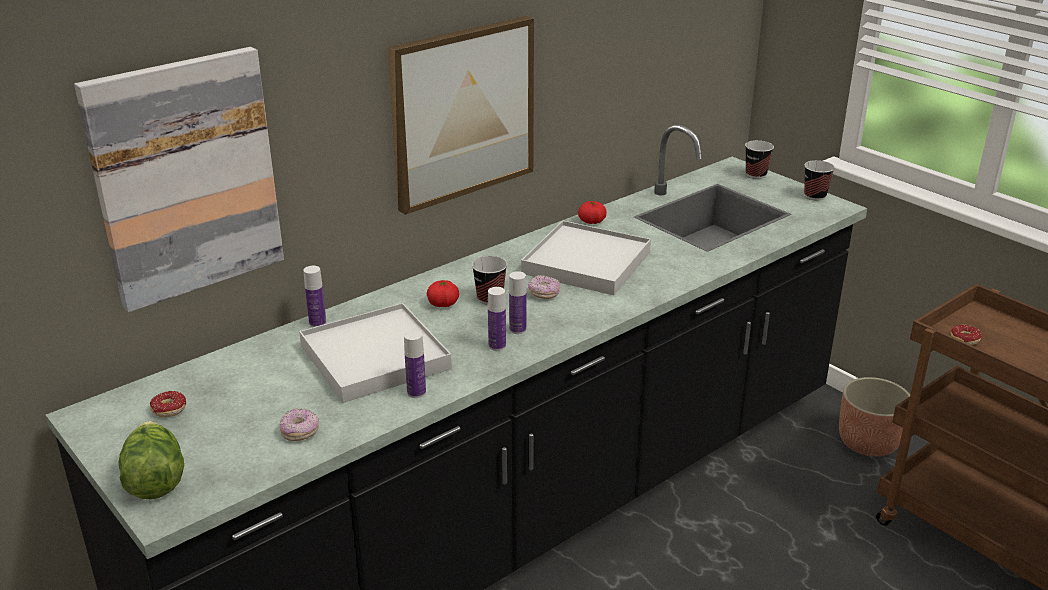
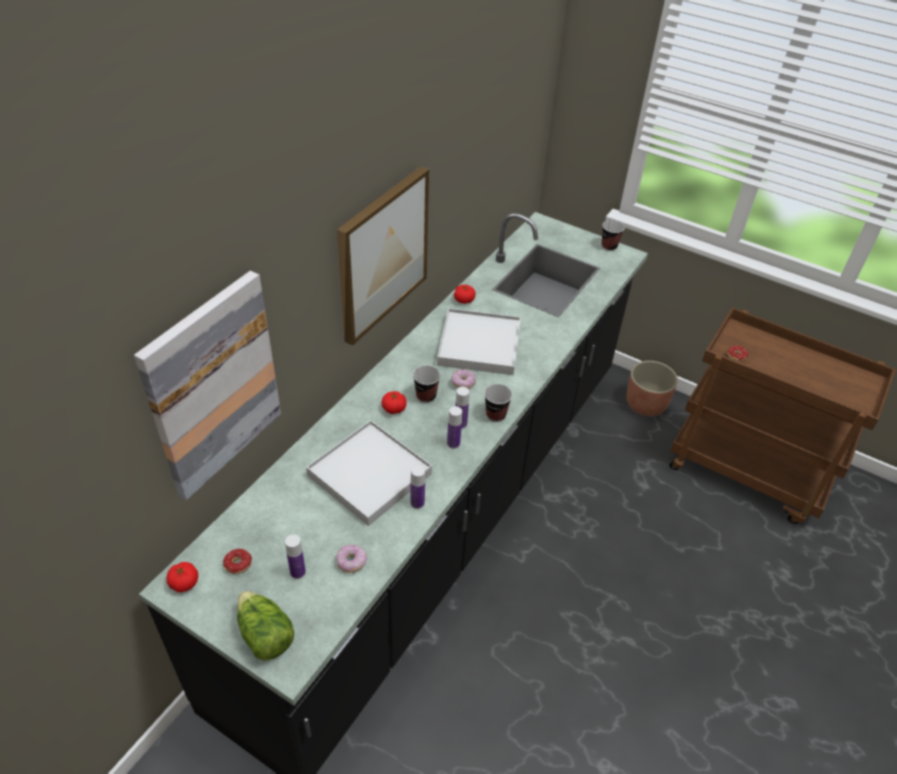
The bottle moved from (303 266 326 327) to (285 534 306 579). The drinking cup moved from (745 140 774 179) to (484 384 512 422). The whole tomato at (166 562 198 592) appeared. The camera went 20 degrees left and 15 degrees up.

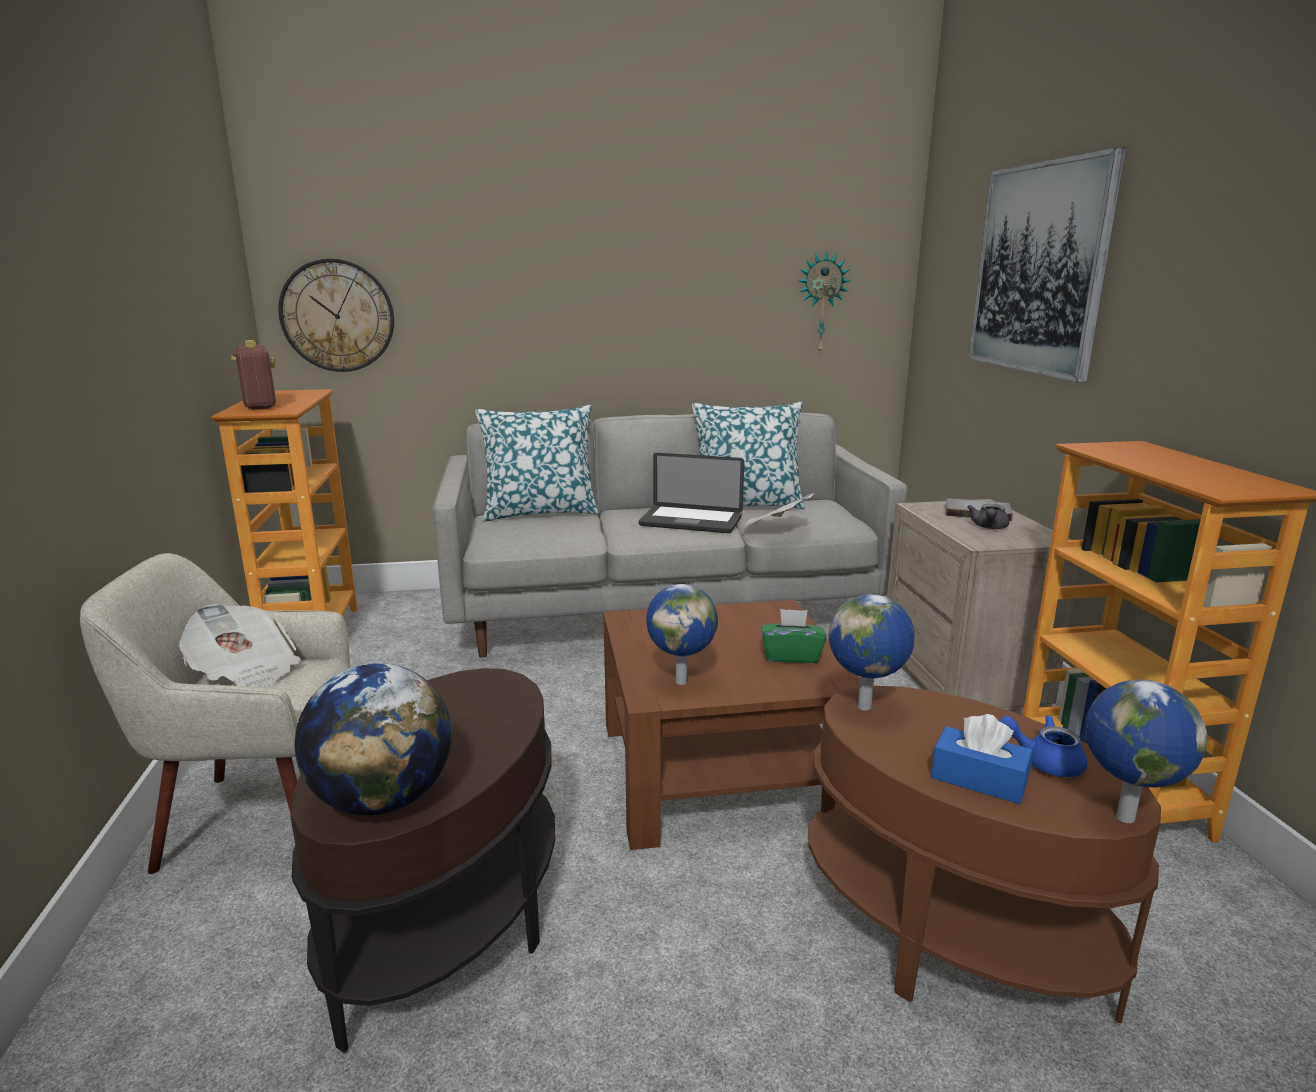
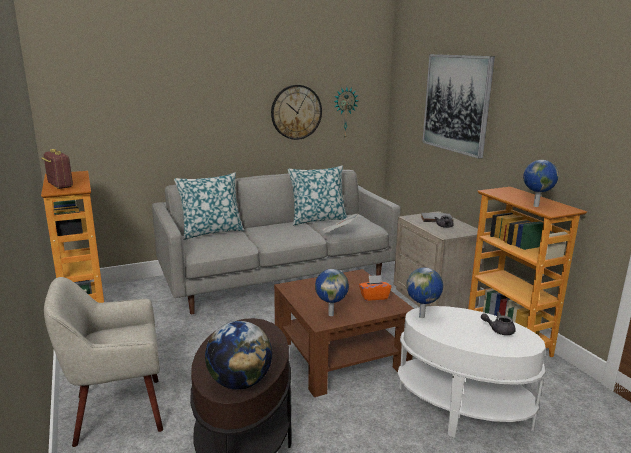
The printed paper at (179 604 301 688) disappeared. The hanging clock moved from (279 259 394 372) to (271 85 322 140). The notebook computer at (639 453 744 533) disappeared. The tissue box (greenish) at (761 609 827 663) became the tissue box (orange) at (359 275 391 301). The side table (brown-coloured) at (808 686 1161 1023) became the side table (white-coloured) at (397 306 546 438). The tissue box (blue) at (931 714 1033 804) disappeared. The pot for tea (blue) at (999 715 1087 777) became the pot for tea (greyish) at (481 311 516 335). The world globe moved from (1085 679 1207 823) to (523 160 559 207). The camera went 15 degrees left and 0 degrees up.

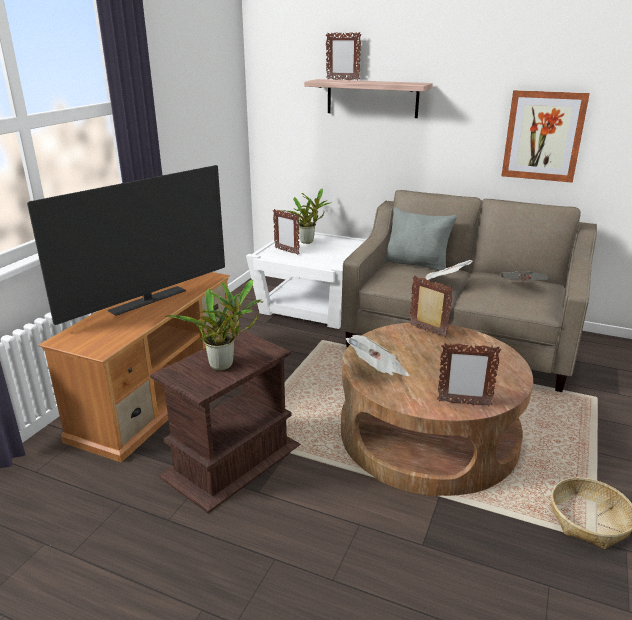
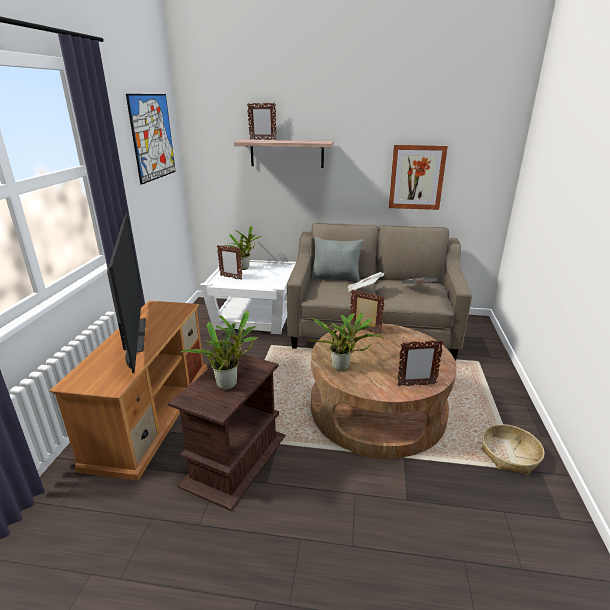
The TV at (27 165 225 325) turned 45 degrees counterclockwise. The printed paper at (346 335 409 376) was replaced by the plant in a pot at (308 312 383 371). The wall picture at (126 94 176 185) appeared. The camera went 15 degrees left and 0 degrees up.

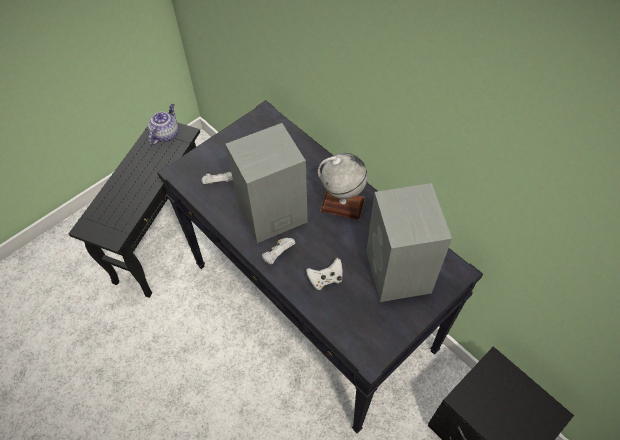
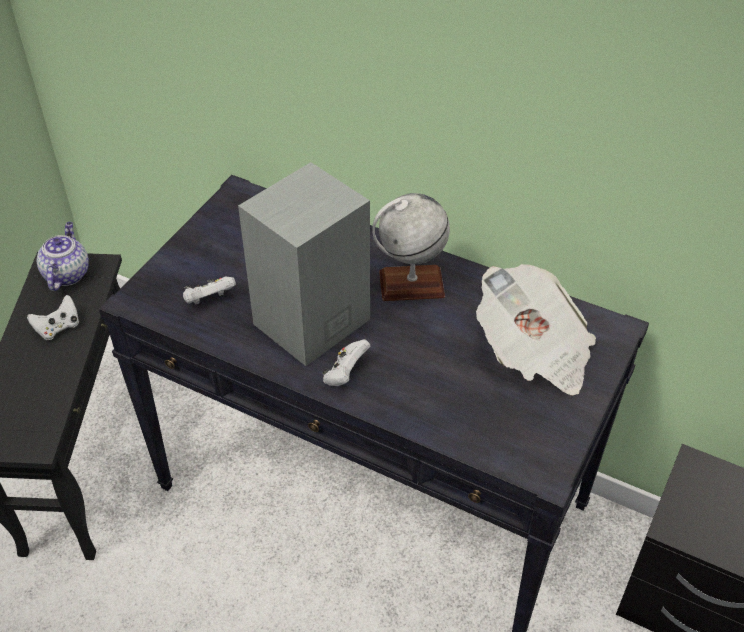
The joypad (white-coloured) moved from (306 258 343 290) to (27 295 79 340). The loudspeaker (greyish) at (367 183 452 302) was replaced by the printed paper at (476 264 596 396). The camera went 20 degrees left and 10 degrees down.

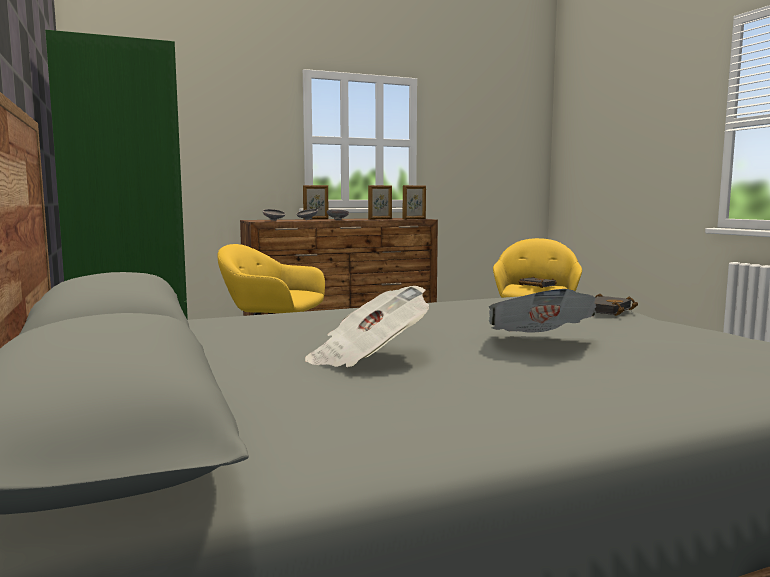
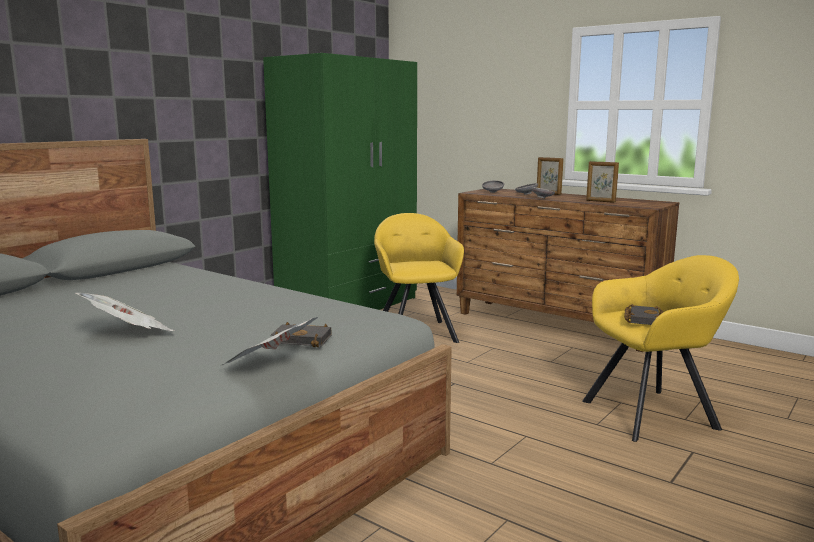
The printed paper moved from (305 286 429 367) to (222 317 318 365). The picture frame at (402 185 426 219) disappeared. The camera went 60 degrees right and 5 degrees up.

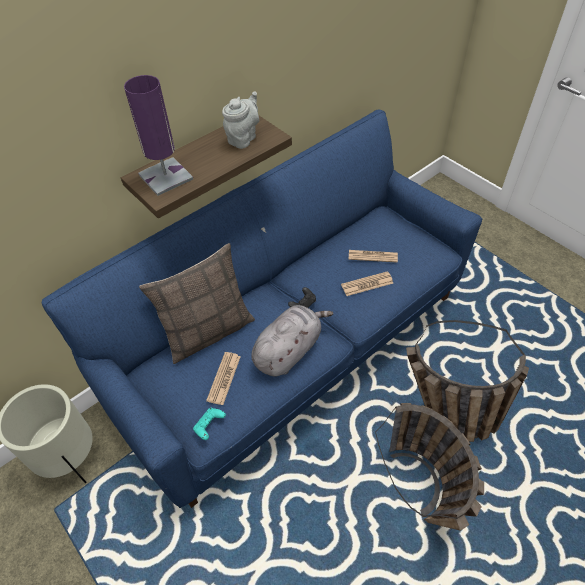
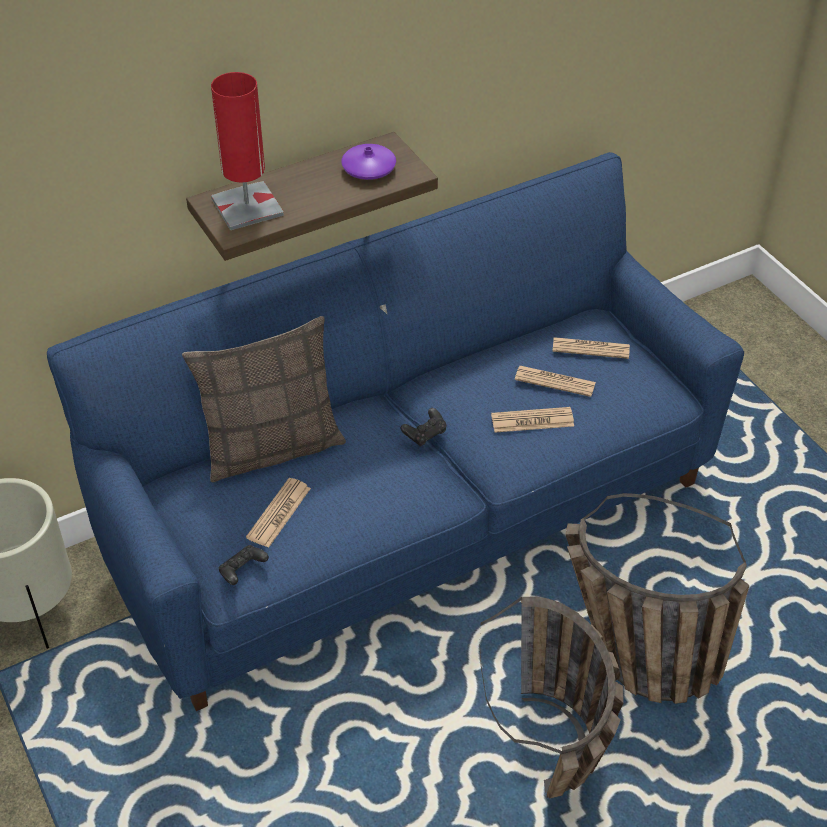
The tabletop lamp (purple-coloured) at (124 75 193 196) became the tabletop lamp (red) at (211 72 284 230). The joypad (turquoise) at (193 408 226 440) became the joypad (blackish) at (219 545 269 585). The pot for tea (greyish) at (222 91 259 149) was replaced by the flower vase (purple-coloured) at (341 144 396 180). The plush toy (greyish) at (251 305 334 377) disappeared. The printed paper at (552 337 630 359) appeared. The camera went 10 degrees right and 5 degrees down.

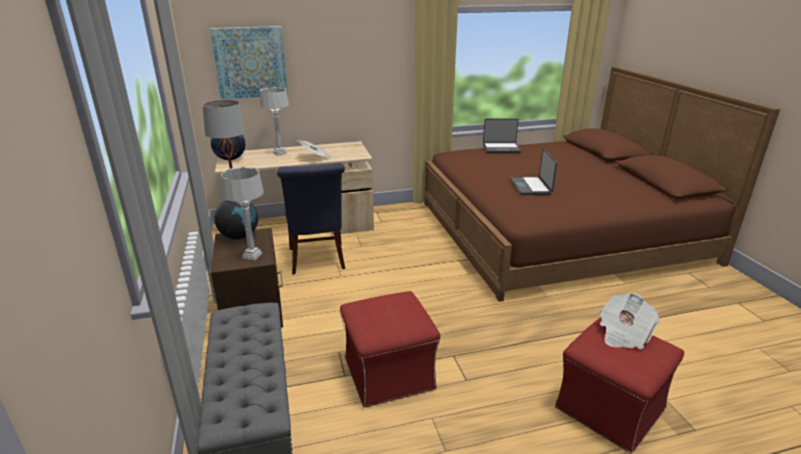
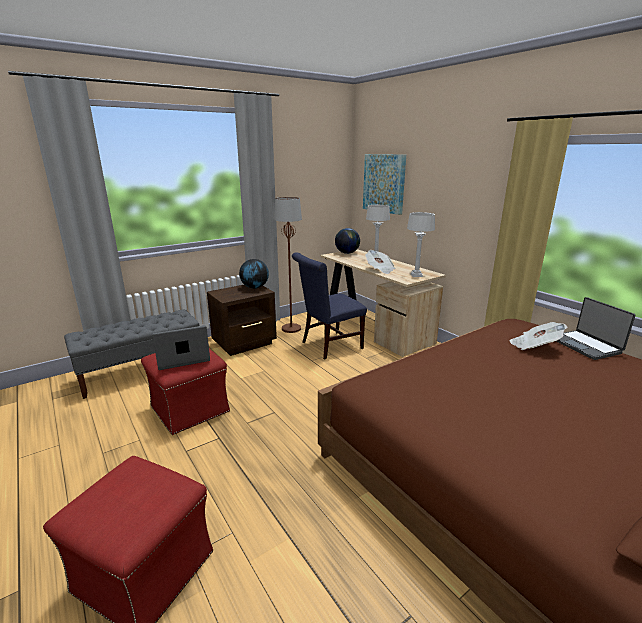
The tabletop lamp (greyish) moved from (221 167 264 260) to (407 212 435 277). The notebook computer moved from (510 149 557 195) to (152 325 210 370). The printed paper moved from (600 293 660 349) to (509 322 568 350). The camera went 70 degrees right and 5 degrees down.

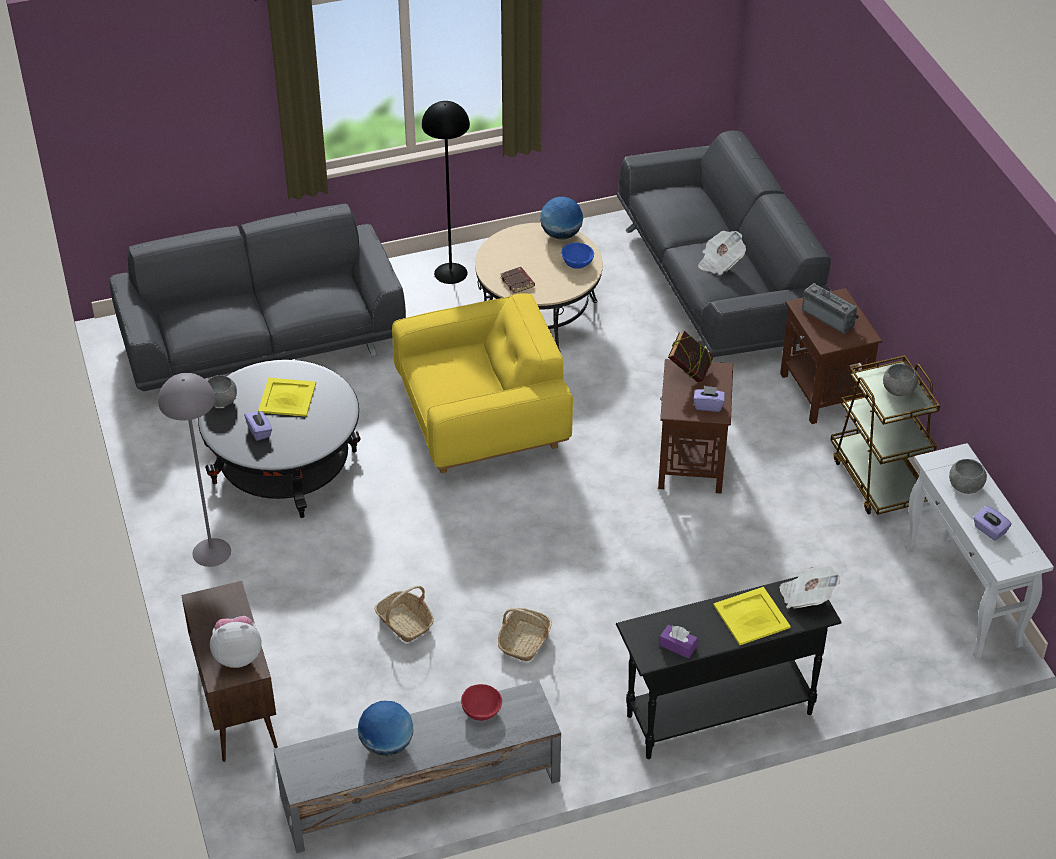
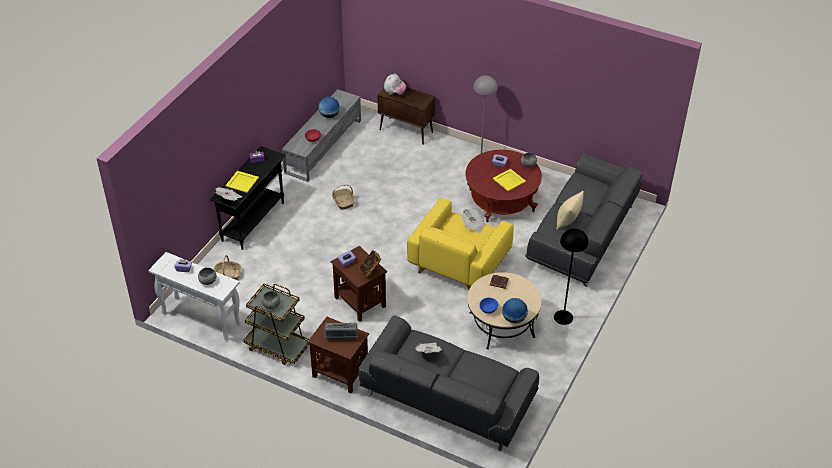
The lounge table (blackish) at (198 360 361 518) became the lounge table (red) at (465 150 542 222). The household basket moved from (374 586 434 642) to (214 255 241 280). The printed paper at (462 209 486 233) appeared. The pillow (beige) at (556 191 584 230) appeared. The camera went 135 degrees right and 0 degrees up.

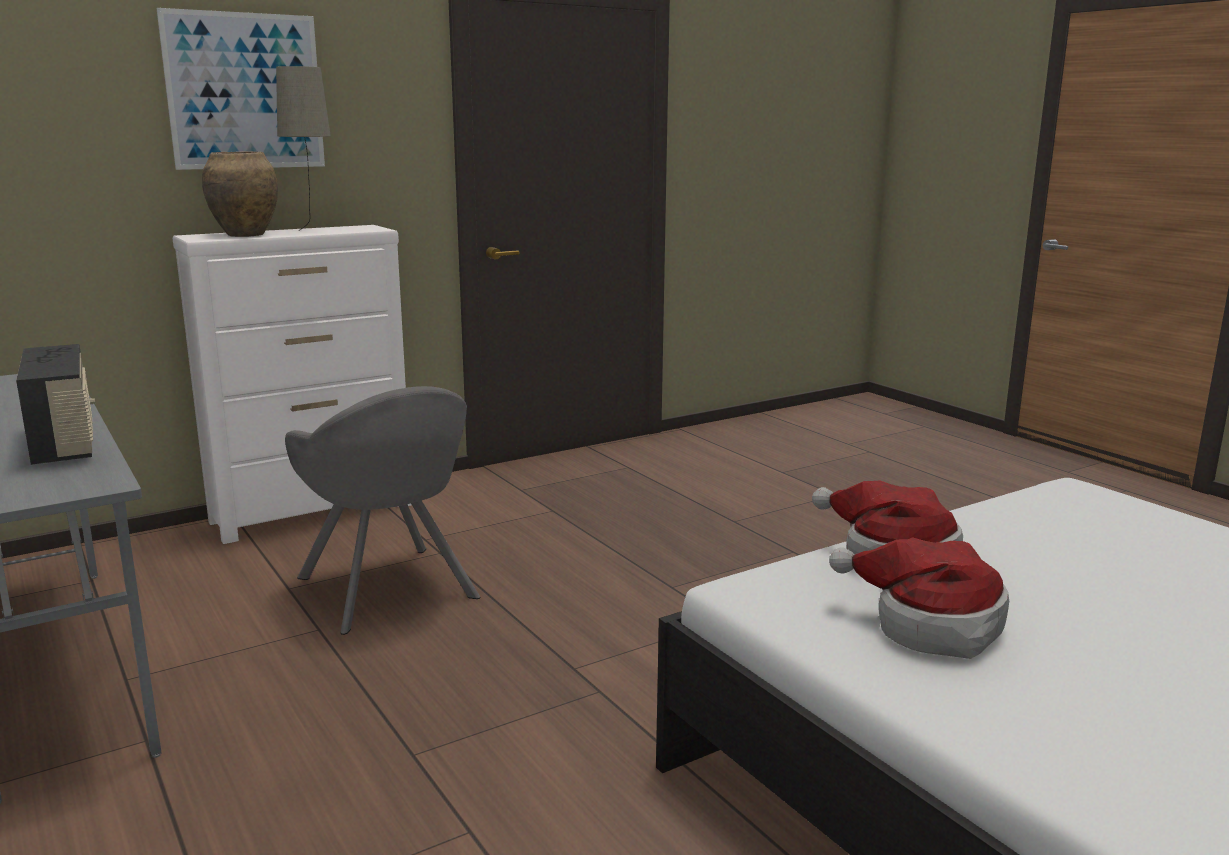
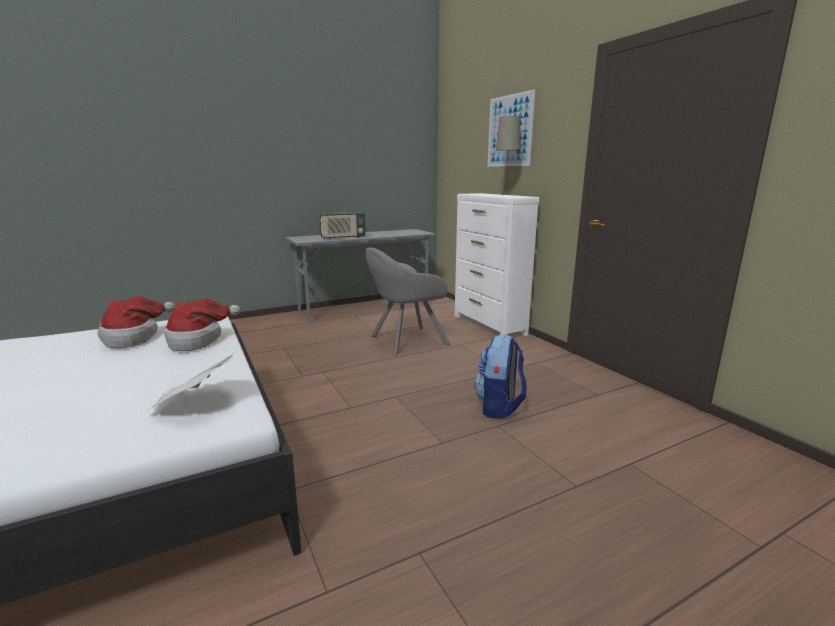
The flower vase (brown-coloured) at (202 151 278 237) disappeared. The printed paper at (147 354 233 411) appeared. The knapsack at (474 334 526 418) appeared. The camera went 95 degrees right and 0 degrees up.

